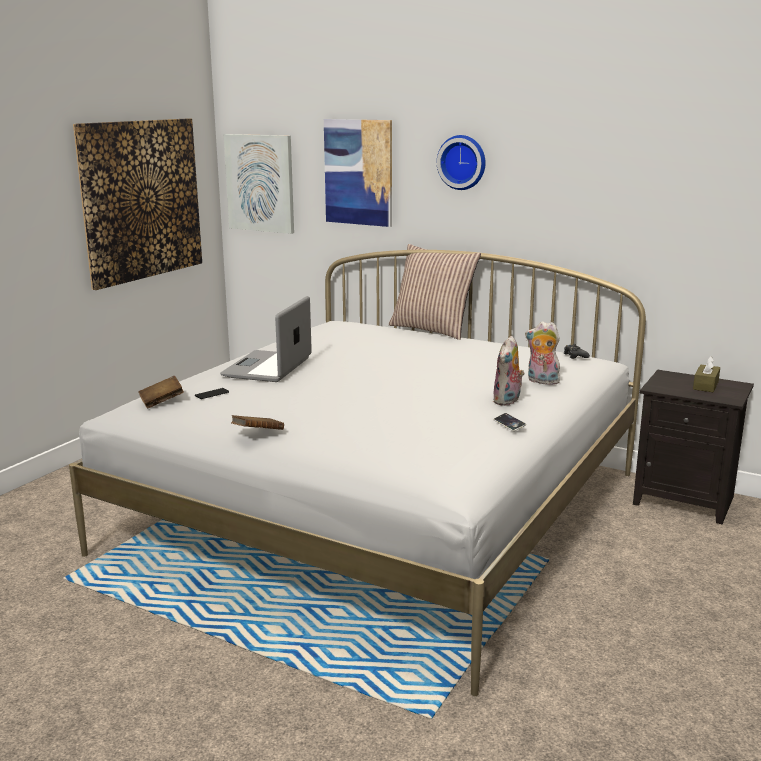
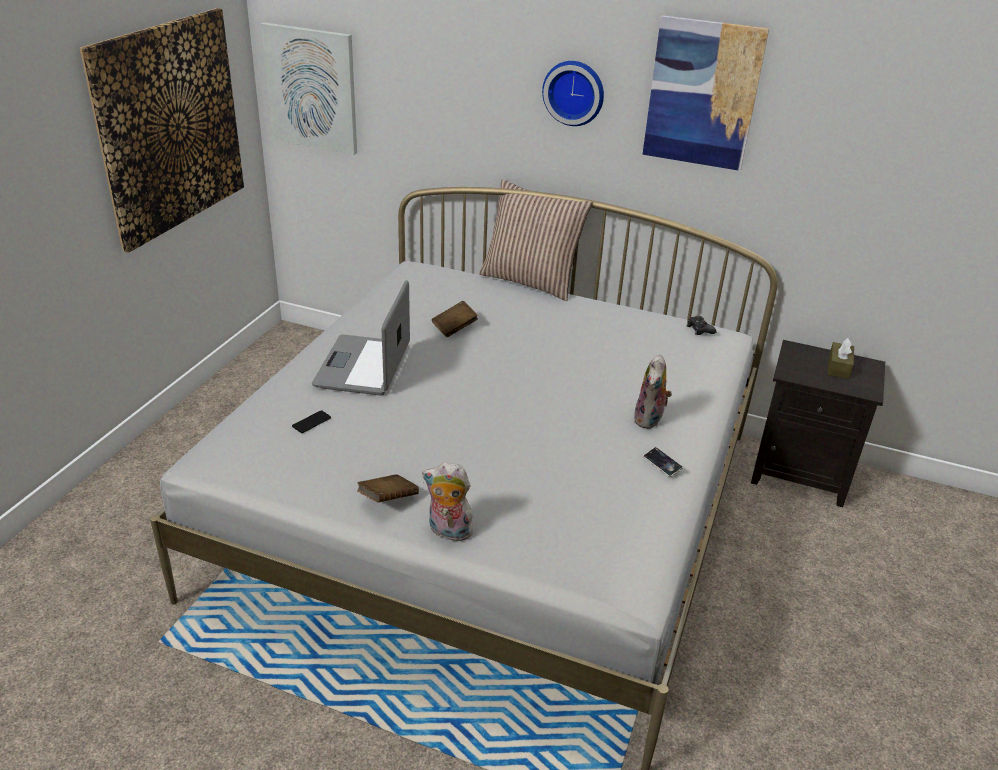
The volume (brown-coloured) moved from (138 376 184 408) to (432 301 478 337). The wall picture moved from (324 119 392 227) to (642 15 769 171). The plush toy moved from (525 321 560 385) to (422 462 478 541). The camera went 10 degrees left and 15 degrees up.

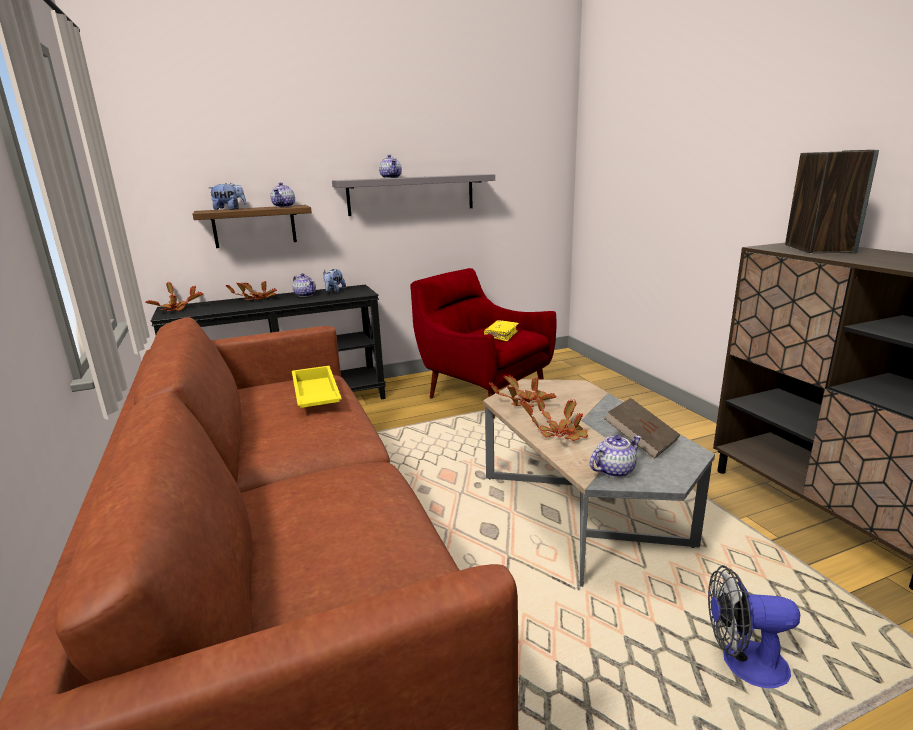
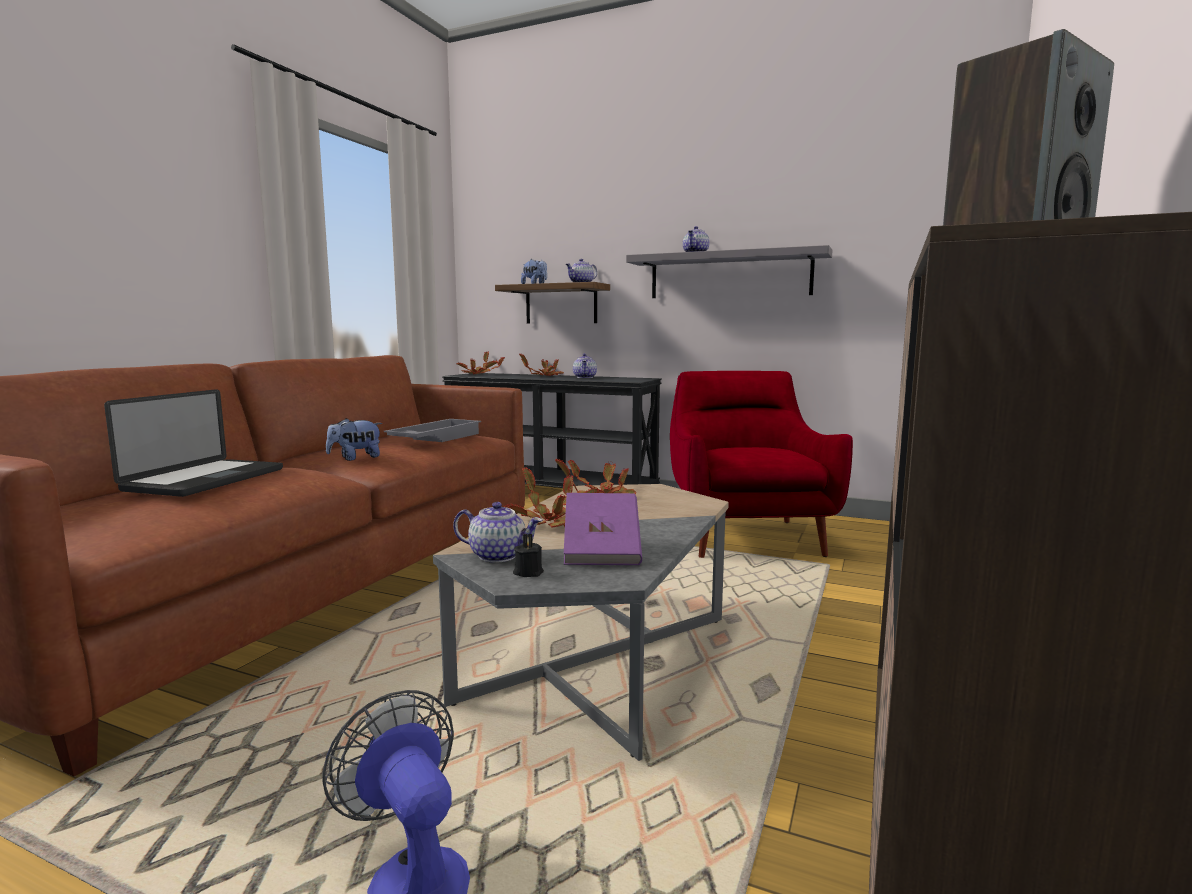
The carrying tray (yellowish) at (292 366 342 408) became the carrying tray (greyish) at (384 419 481 442). The plush toy moved from (324 269 346 293) to (326 418 382 461). The volume (yellowish) at (484 320 519 341) disappeared. The volume (brown-coloured) at (604 398 680 458) became the volume (purple-coloured) at (564 493 642 565). The notebook computer at (104 389 283 497) appeared. The wax light (blackish) at (513 533 544 577) appeared. The camera went 45 degrees right and 10 degrees down.

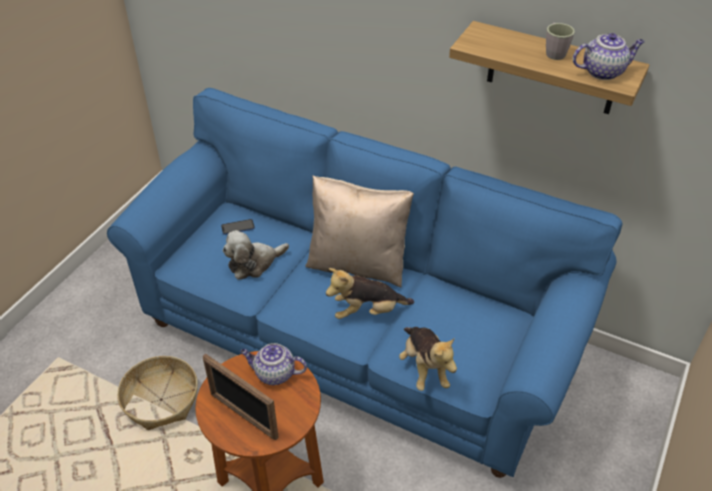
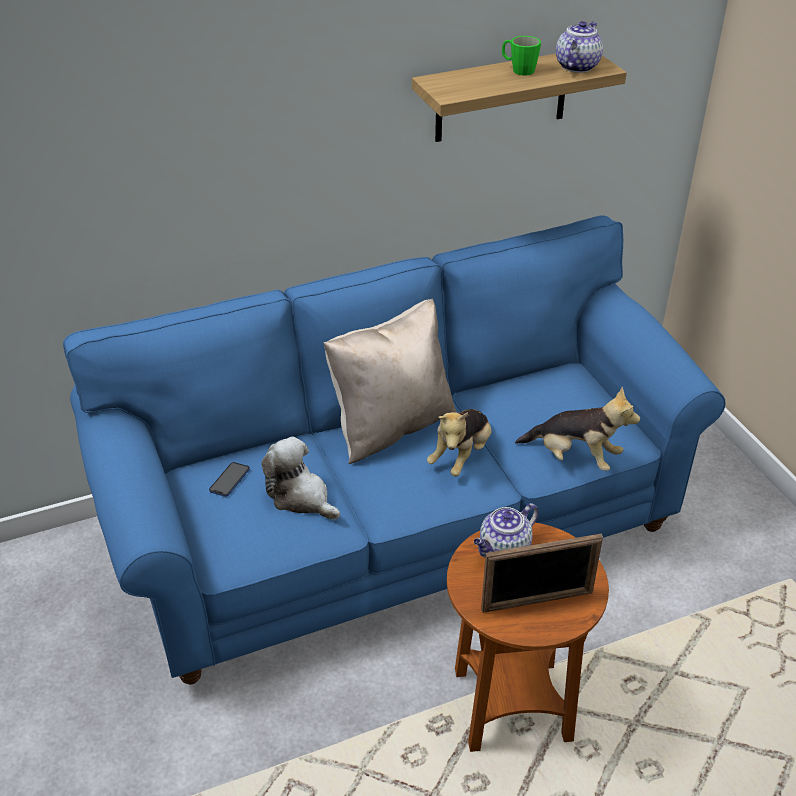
The household basket at (117 356 198 430) disappeared. The plush toy at (223 230 289 280) turned 120 degrees clockwise. The mug (greyish) at (546 23 575 60) became the mug (greenish) at (502 36 541 75). The camera went 50 degrees left and 5 degrees down.

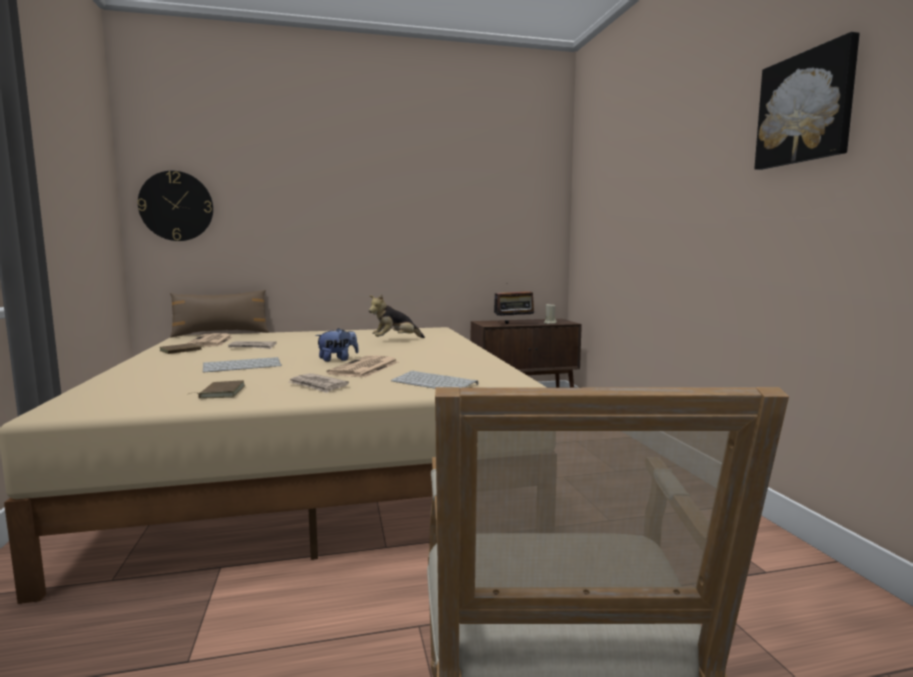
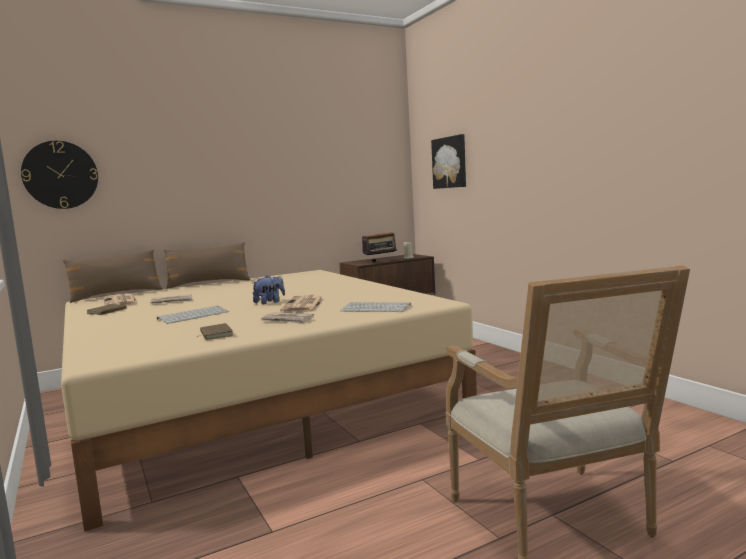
The plush toy at (369 294 425 338) disappeared. The wall picture moved from (754 32 860 170) to (431 134 466 189). The pillow (brown-coloured) at (164 242 250 289) appeared. The camera went 15 degrees left and 0 degrees up.

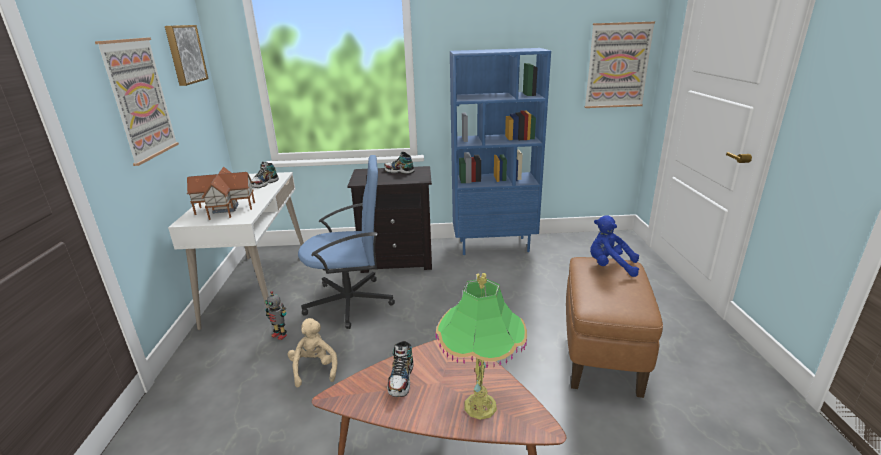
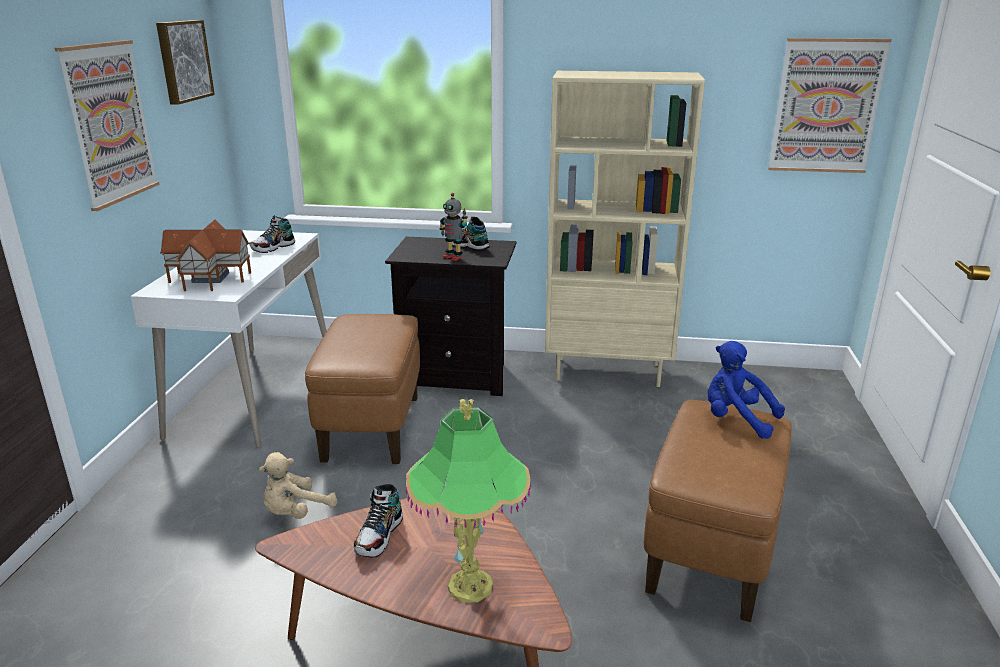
The model robot moved from (265 291 287 340) to (440 193 468 261). The plush toy (beige) at (287 318 337 387) turned 135 degrees counterclockwise. The computer chair (blue) at (298 155 395 329) was replaced by the pouffe (brown-coloured) at (305 314 420 464). The bookshelf (blue) at (450 48 551 255) became the bookshelf (beige) at (545 71 705 387). The camera went 10 degrees right and 0 degrees up.

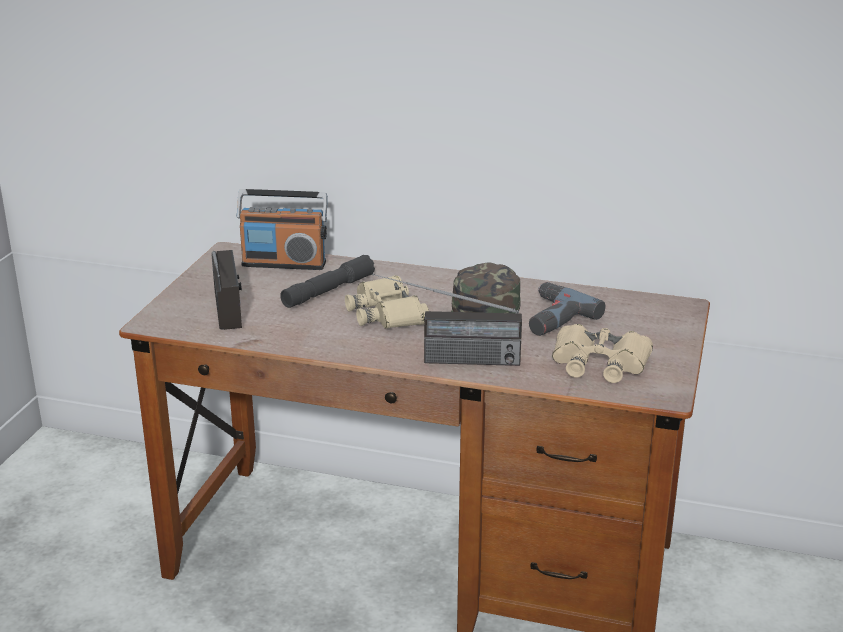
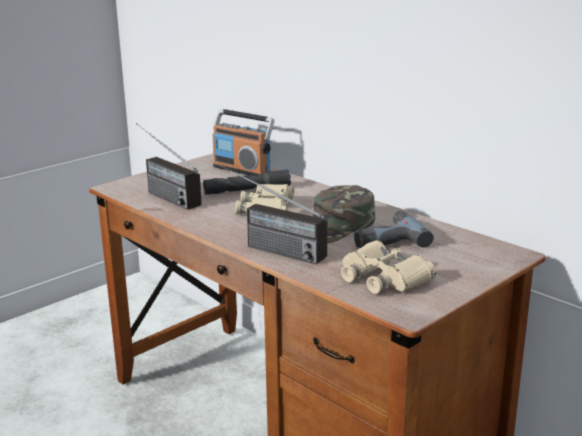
The radio set at (212 250 242 330) turned 120 degrees clockwise. The camera went 30 degrees right and 5 degrees down.

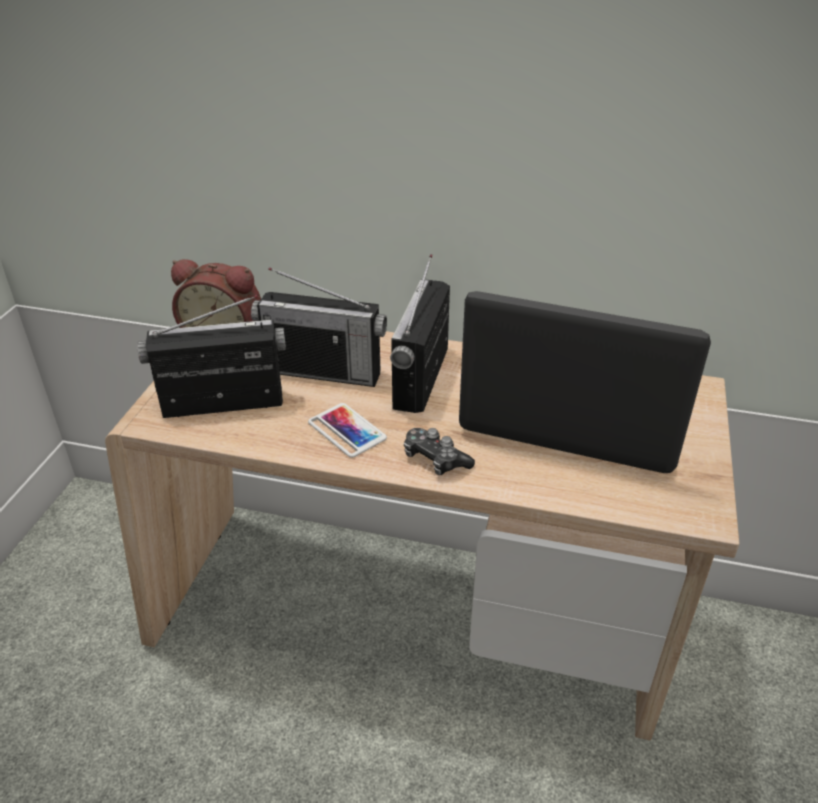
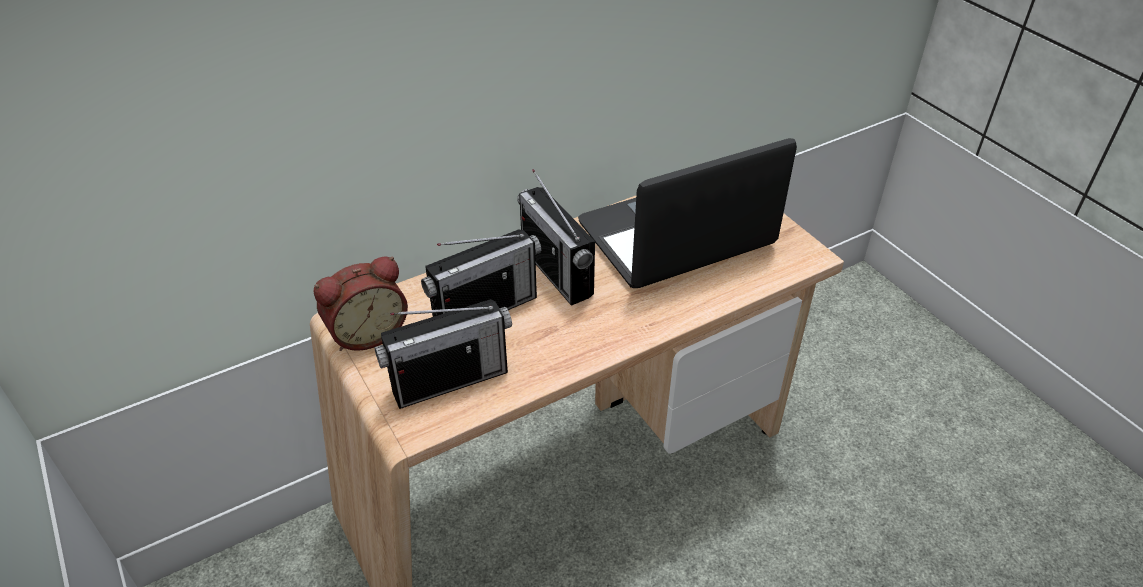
The radio set at (138 295 286 418) turned 150 degrees counterclockwise. The handset at (308 403 387 458) disappeared. The joypad at (404 428 475 475) disappeared. The camera went 45 degrees left and 5 degrees up.

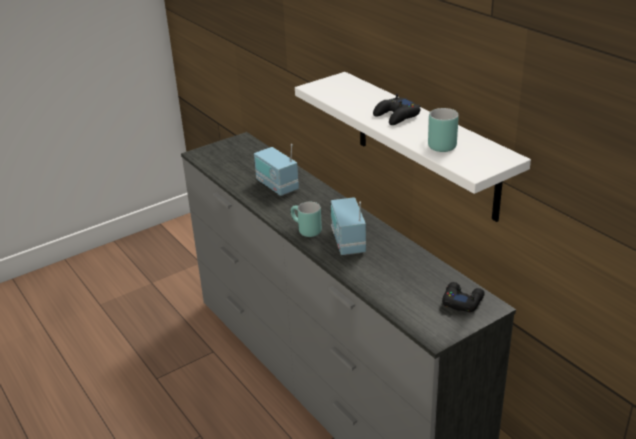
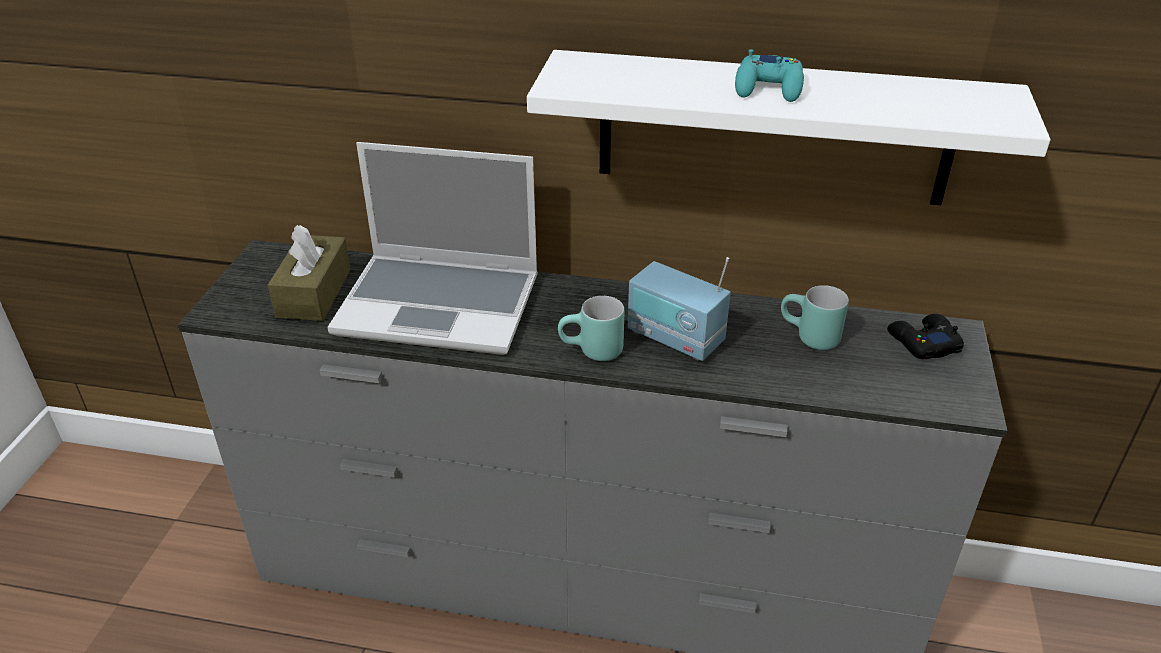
The radio set at (254 144 299 196) was replaced by the notebook computer at (327 142 538 355). The joypad (blackish) at (373 94 421 125) became the joypad (turquoise) at (735 49 804 102). The mug (turquoise) moved from (428 108 459 152) to (781 285 849 350). The tissue box (brown-coloured) at (268 225 351 321) appeared. The camera went 45 degrees left and 5 degrees up.

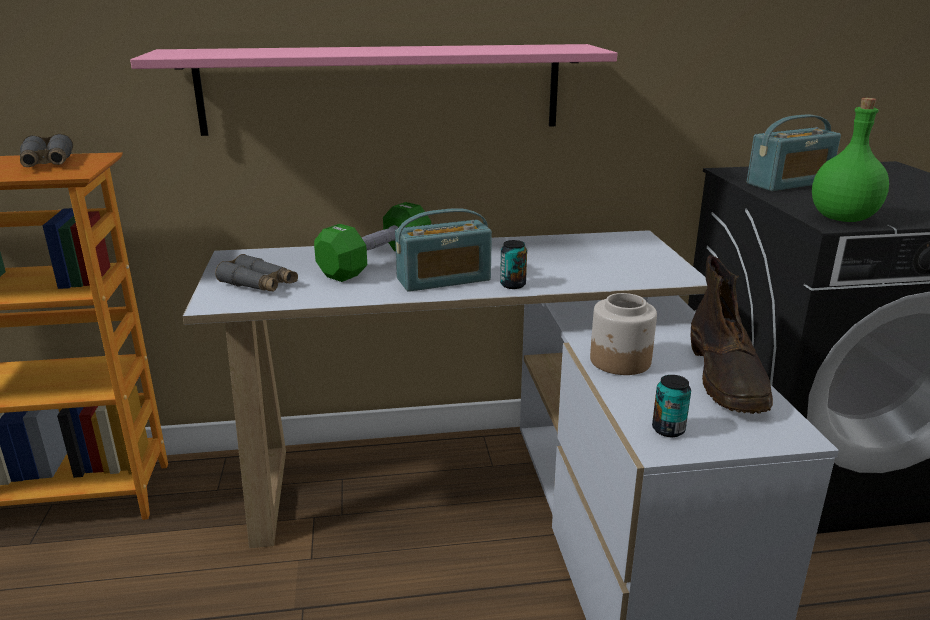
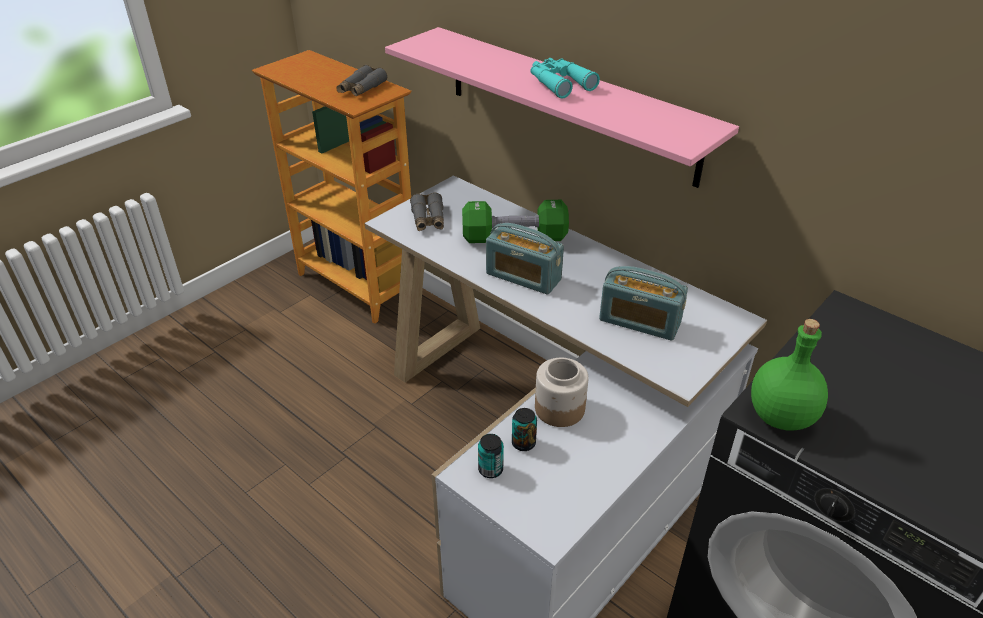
The sealed can moved from (500 240 527 289) to (512 408 537 451). The tall boot (brown-coloured) at (691 255 773 414) disappeared. The radio set moved from (747 115 841 191) to (599 266 688 341). The pair of binoculars (turquoise) at (530 58 600 99) appeared. The camera went 50 degrees right and 15 degrees up.

